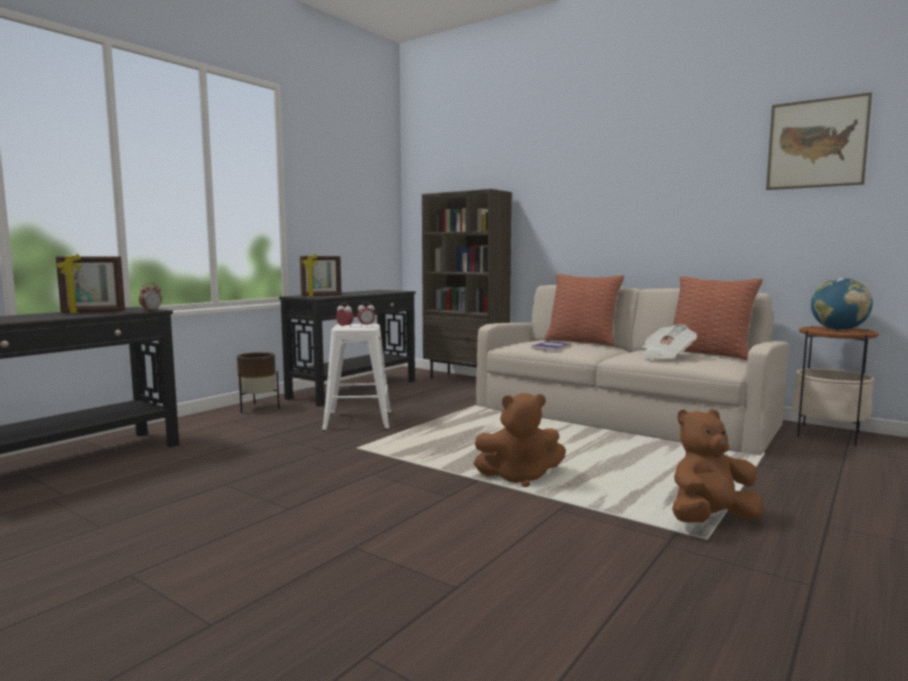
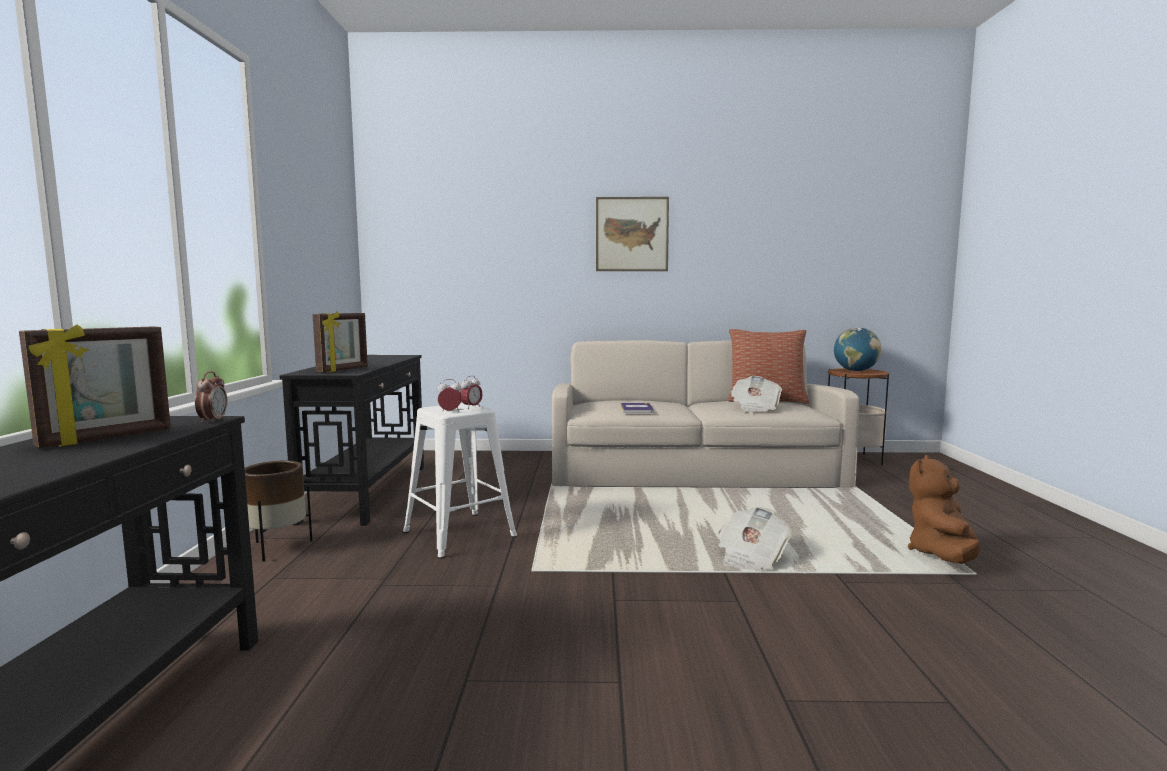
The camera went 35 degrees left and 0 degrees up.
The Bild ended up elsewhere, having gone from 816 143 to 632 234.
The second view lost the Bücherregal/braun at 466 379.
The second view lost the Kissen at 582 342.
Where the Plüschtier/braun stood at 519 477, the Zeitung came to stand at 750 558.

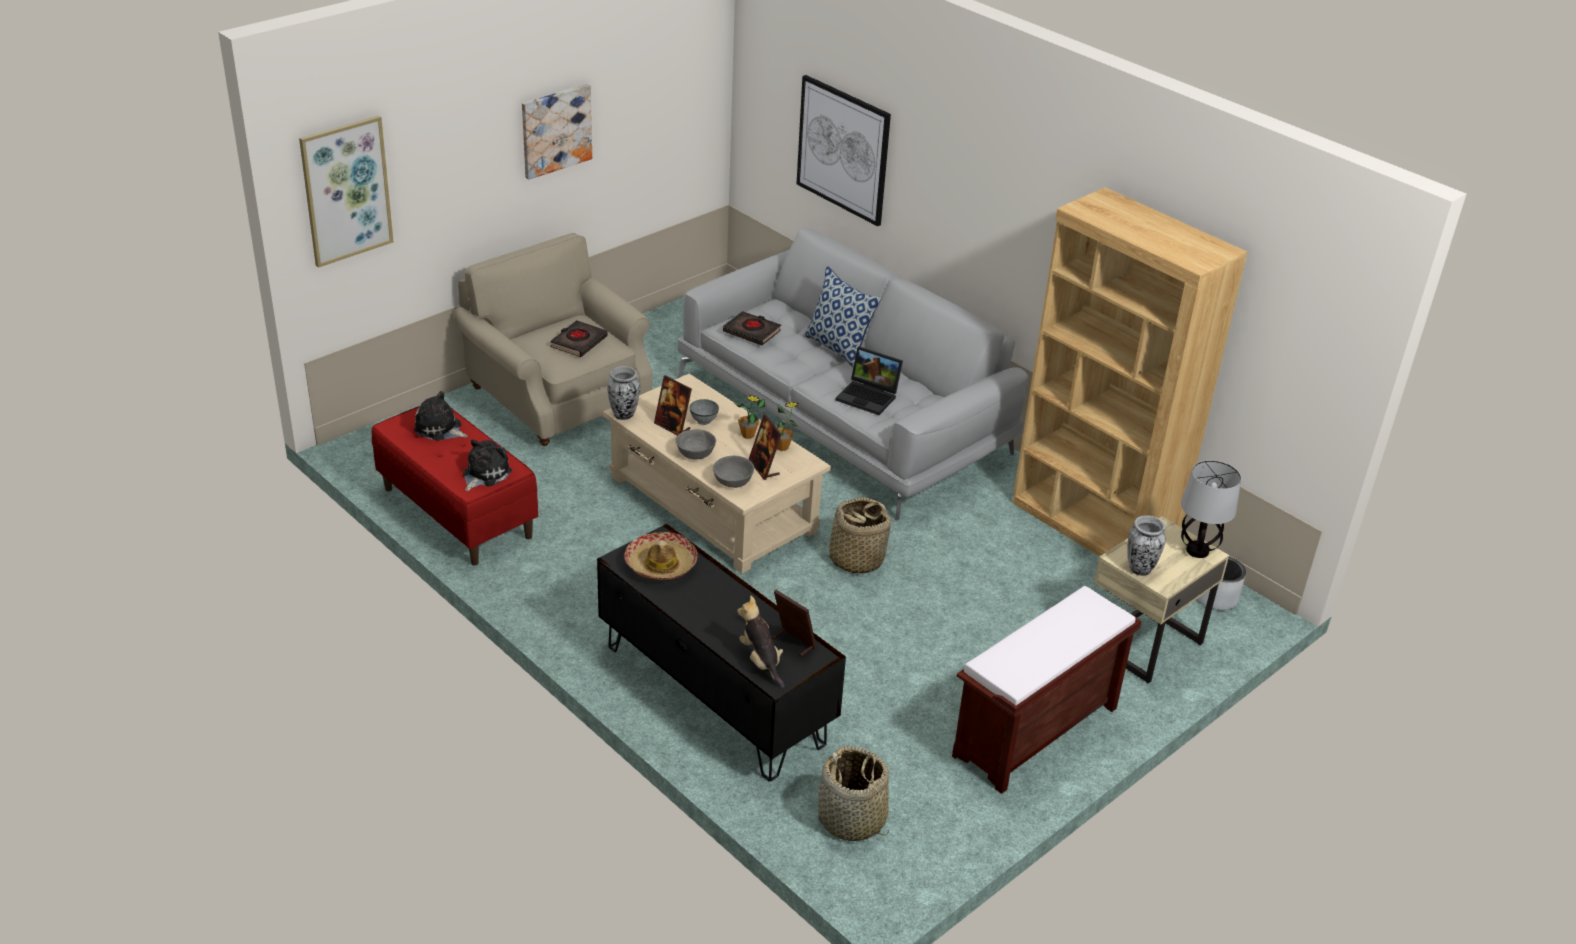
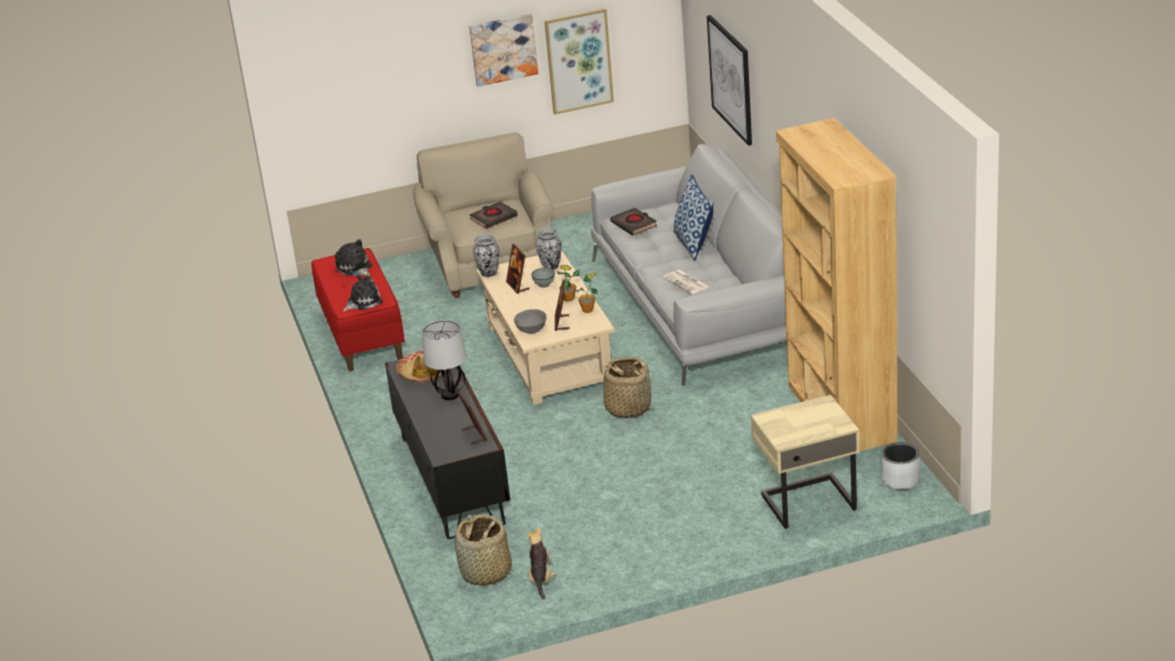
The camera went 30 degrees right and 5 degrees down.
The Bild ended up elsewhere, having gone from 346 190 to 578 60.
Where the Laptop stood at 869 396, the Zeitung came to stand at 687 282.
The second view lost the Schüssel/grau at 695 453.
The Tischlampe ended up elsewhere, having gone from 1197 551 to 450 395.
The Vase ended up elsewhere, having gone from 1140 569 to 551 267.
The second view lost the Bank/braun at 1035 733.
The Plüschtier ended up elsewhere, having gone from 761 661 to 541 579.

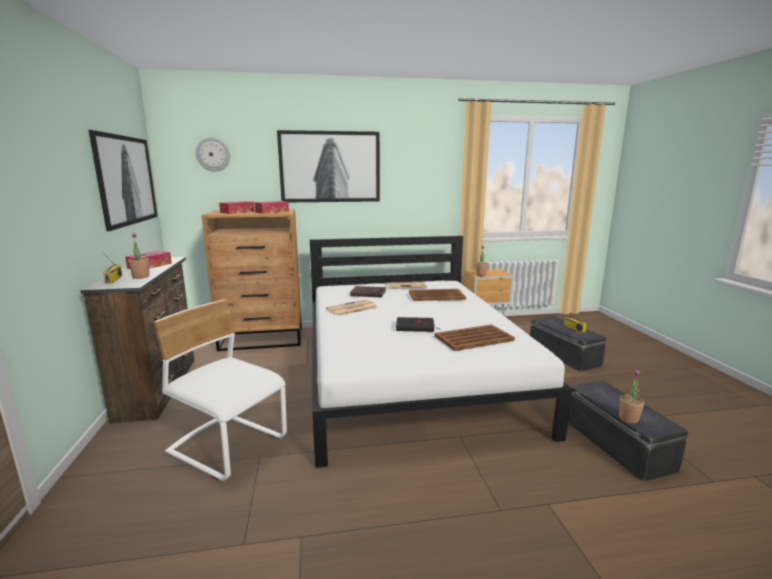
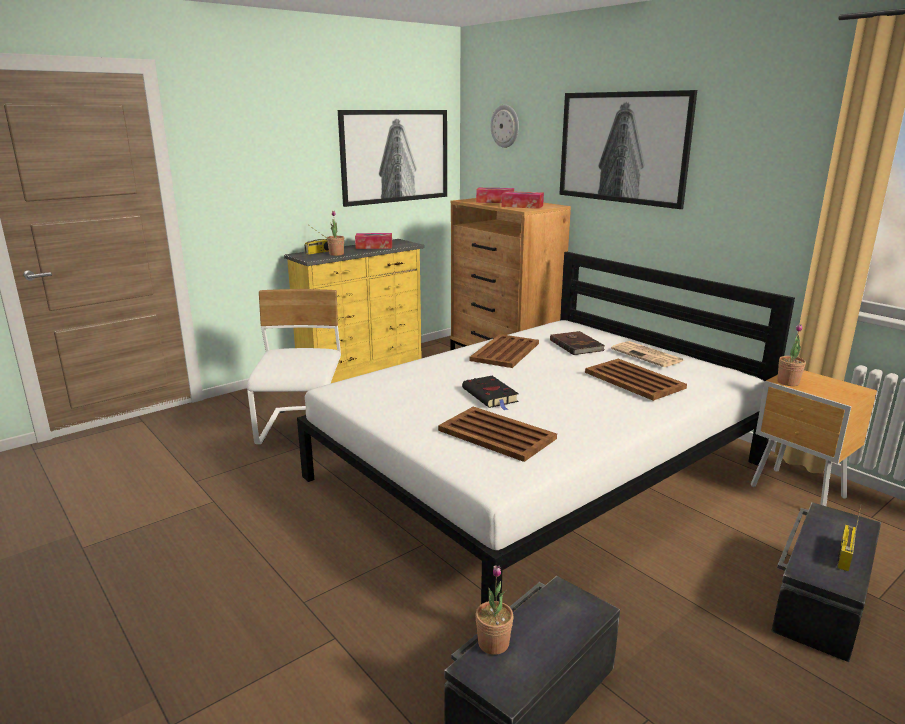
The camera went 60 degrees right and 5 degrees up.
What was the Kommode/braun at 160 387 turned into the Kommode/gelb at 363 368.
Where the Zeitung stood at 351 308, the Tablett/braun came to stand at 504 352.

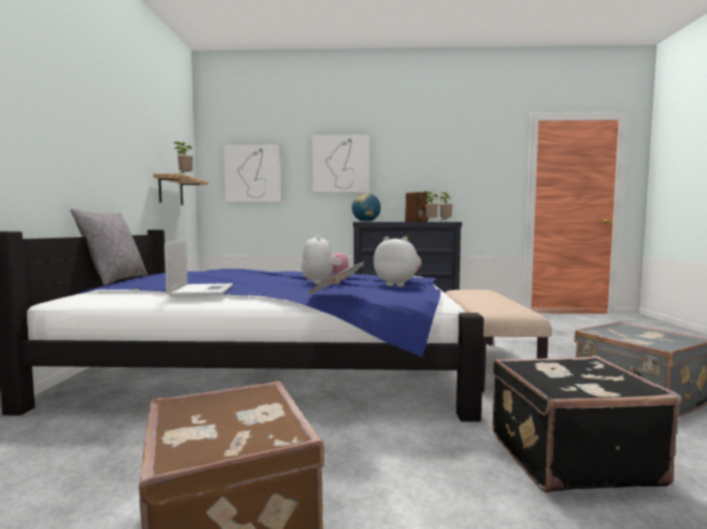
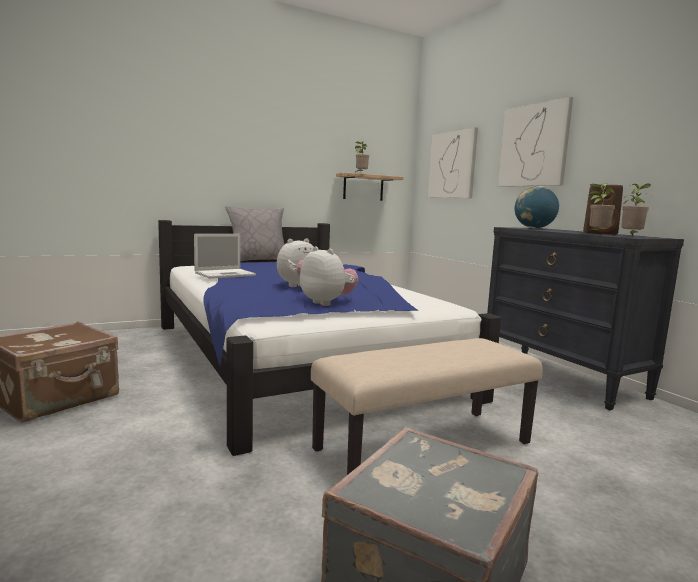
The camera went 60 degrees right and 5 degrees up.
The Plüschtier at 398 285 ended up facing another way, 45 degrees counterclockwise from before.
The second view lost the Zeitung at 334 296.
The second view lost the Koffer/schwarz at 568 456.

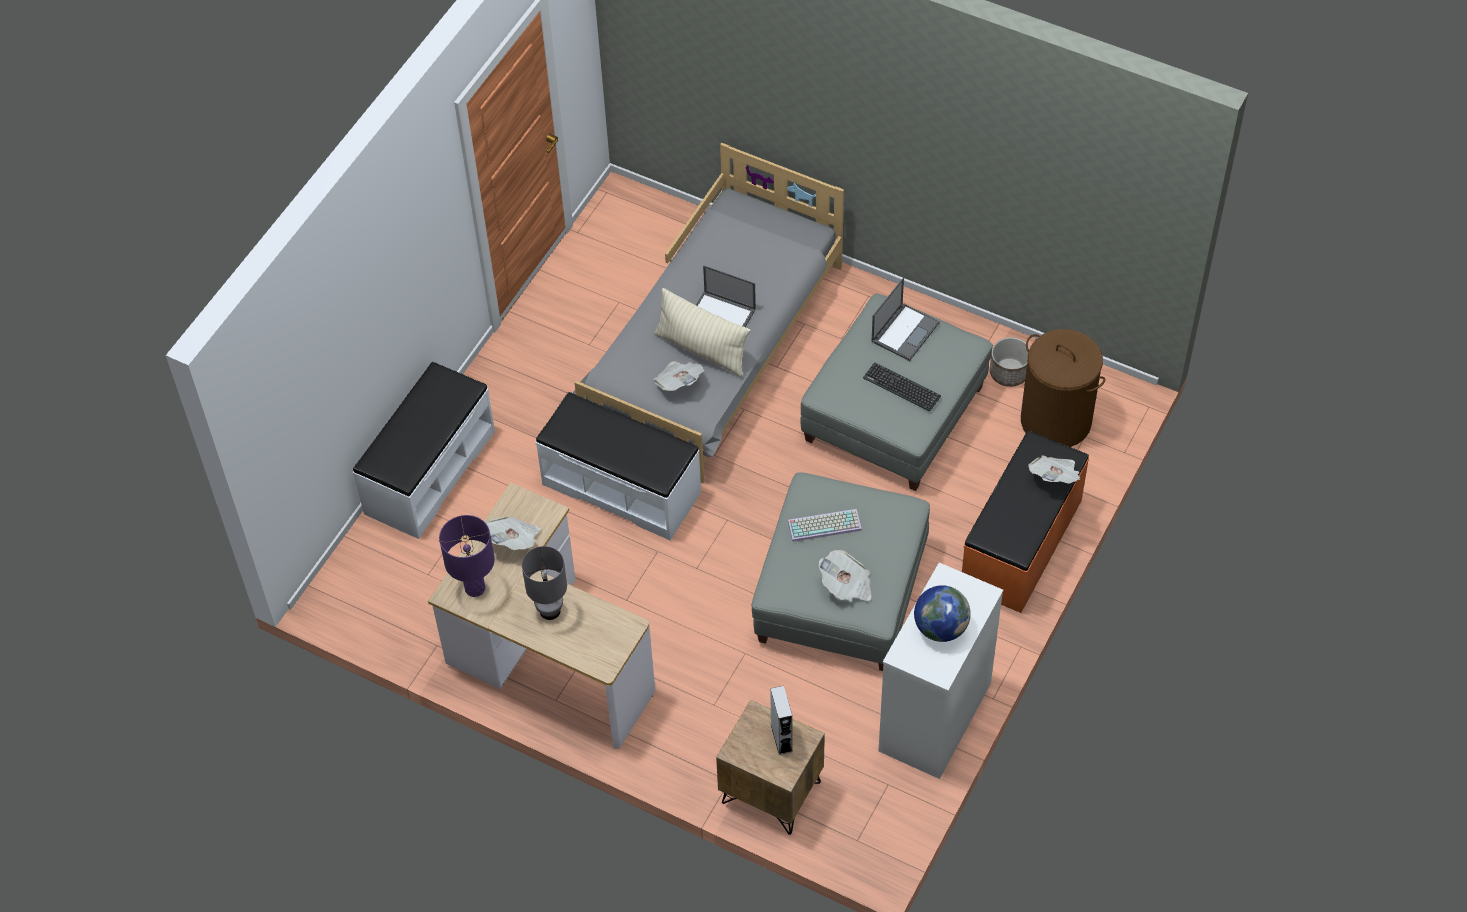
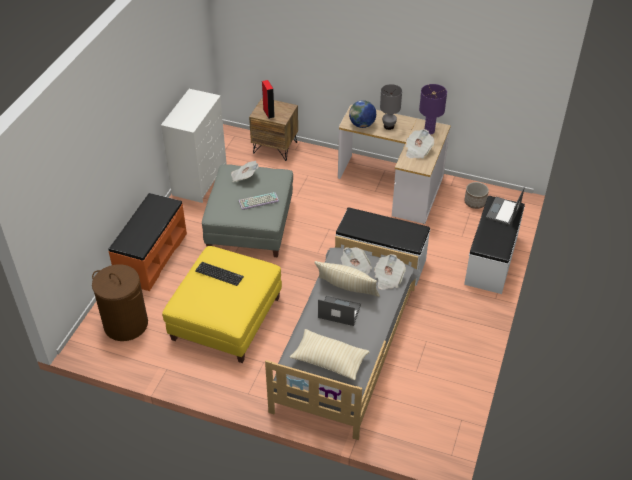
The camera went 170 degrees right and 10 degrees down.
The Laptop ended up elsewhere, having gone from 905 331 to 503 212.
What was the Polsterhocker/grau at 893 413 turned into the Polsterhocker/gelb at 226 318.
The Pflanzkübel ended up elsewhere, having gone from 1009 372 to 475 202.
The Zeitung ended up elsewhere, having gone from 1055 477 to 388 278.
The Globus ended up elsewhere, having gone from 940 627 to 362 125.
What was the Lautsprecher/grau at 781 738 turned into the Lautsprecher/rot at 268 113.
The second view gained the Kissen/beige at 329 360.

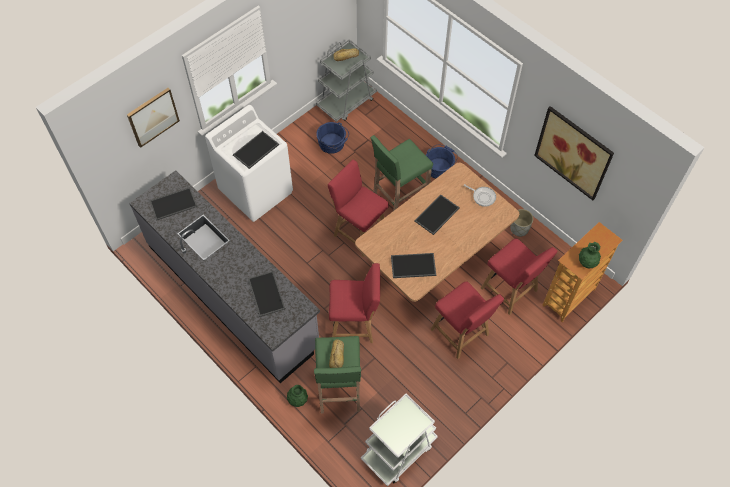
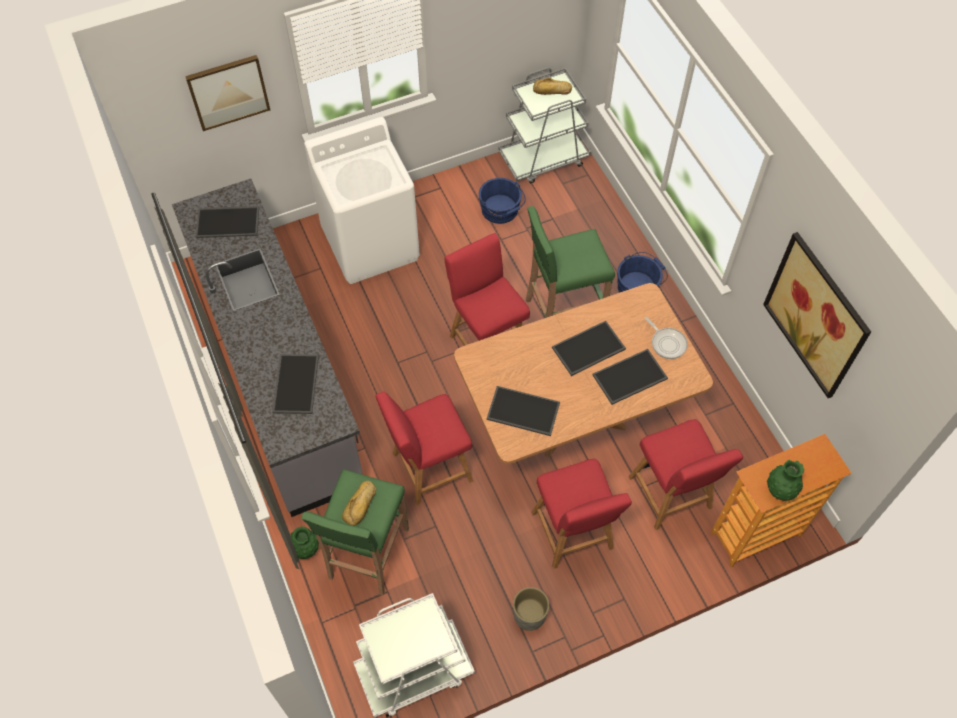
The camera went 20 degrees right and 0 degrees up.
The Tablett ended up elsewhere, having gone from 256 150 to 629 378.
The Pflanzkübel/grau ended up elsewhere, having gone from 519 229 to 530 615.
The Stuhl/rot at 355 324 ended up facing another way, 135 degrees clockwise from before.

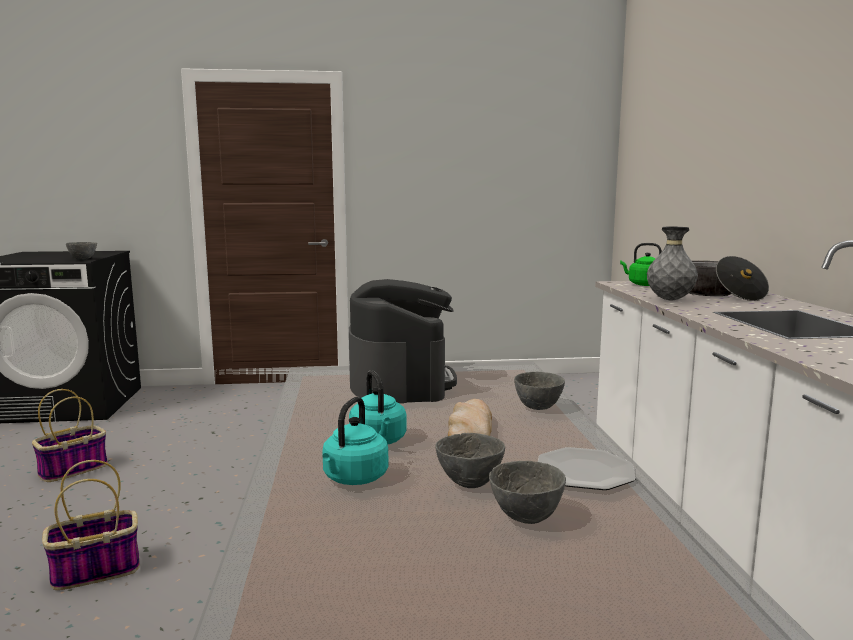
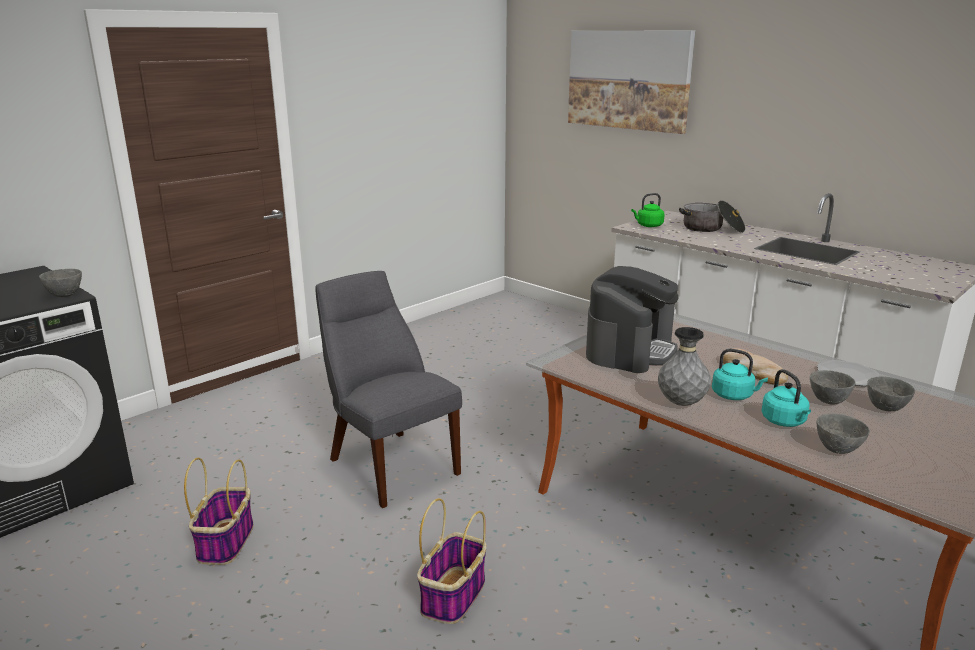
The camera went 40 degrees left and 10 degrees up.
The Vase/grau ended up elsewhere, having gone from 669 300 to 681 403.
The Kaffeemaschine at 400 382 ended up facing another way, 75 degrees clockwise from before.
The Schüssel/grau ended up elsewhere, having gone from 539 408 to 838 449.
The second view gained the Bild at 628 80.
The second view gained the Stuhl/grau at 390 464.

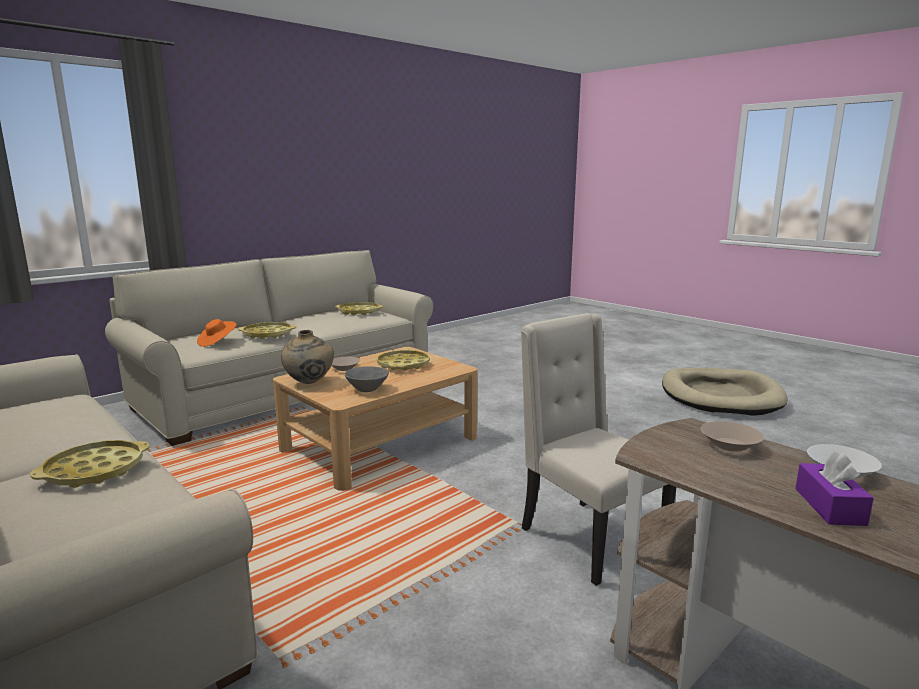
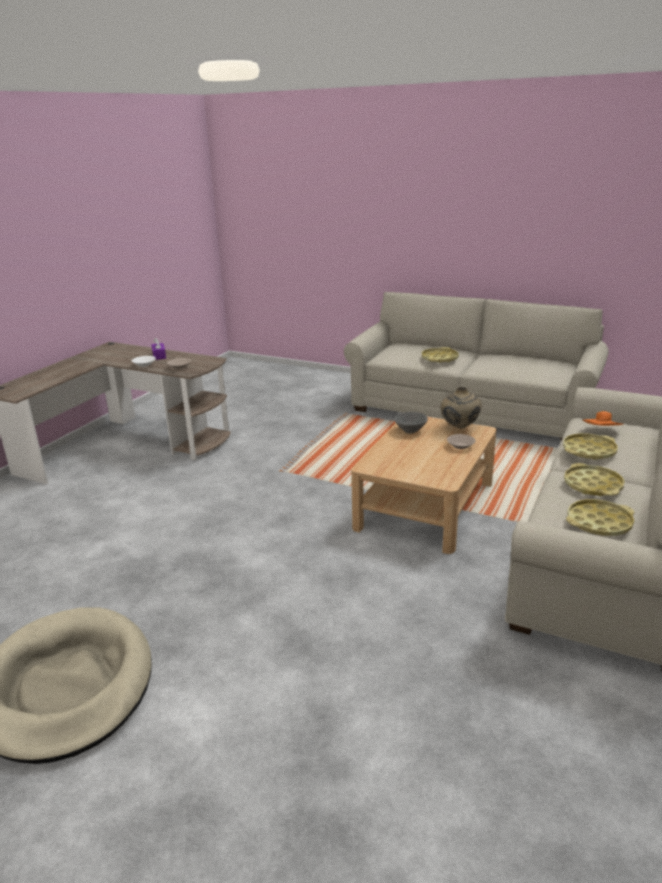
The camera went 160 degrees right and 10 degrees up.
The second view lost the Stuhl/beige at 588 538.
The Tablett/gelb ended up elsewhere, having gone from 403 365 to 593 485.

